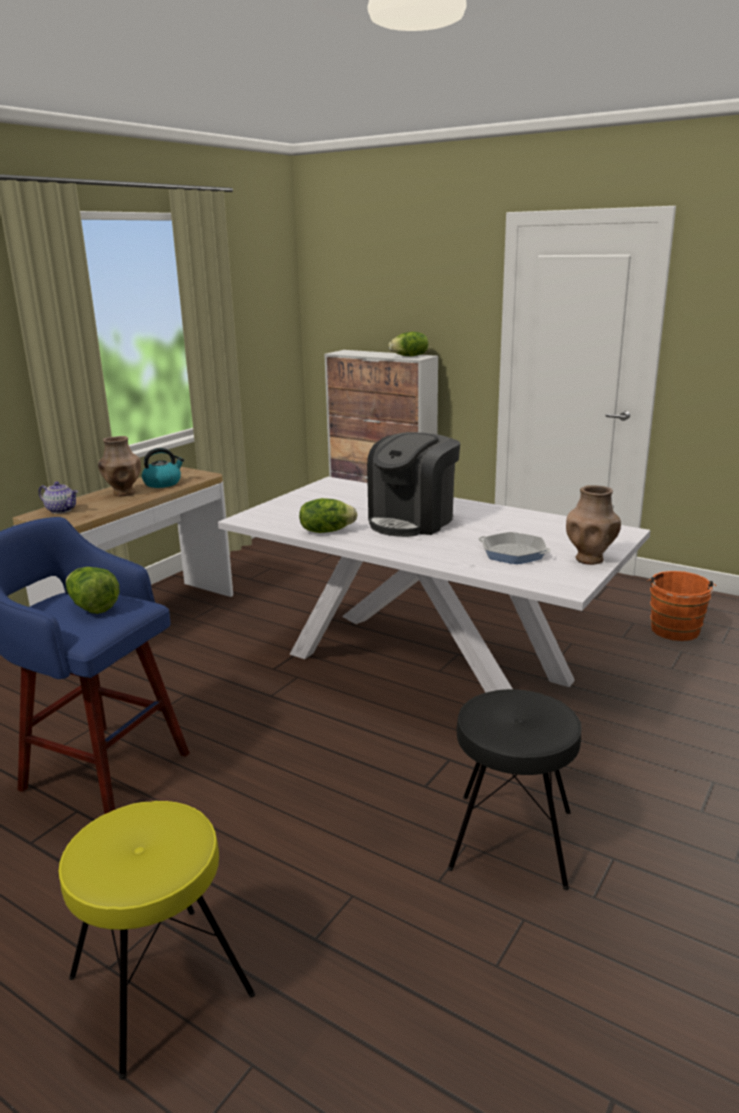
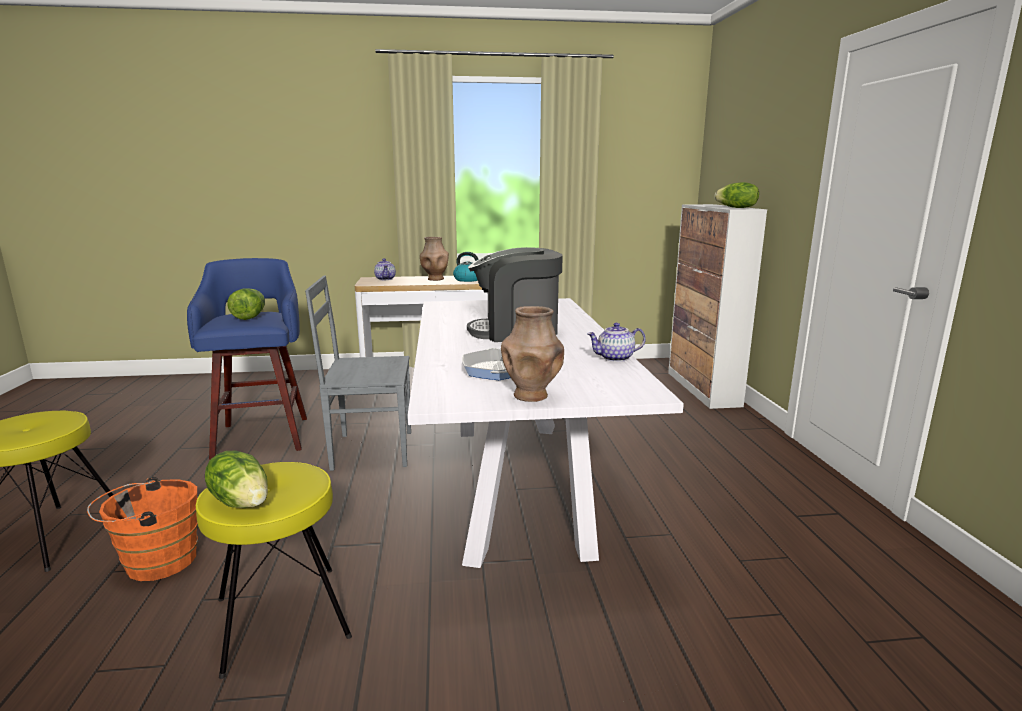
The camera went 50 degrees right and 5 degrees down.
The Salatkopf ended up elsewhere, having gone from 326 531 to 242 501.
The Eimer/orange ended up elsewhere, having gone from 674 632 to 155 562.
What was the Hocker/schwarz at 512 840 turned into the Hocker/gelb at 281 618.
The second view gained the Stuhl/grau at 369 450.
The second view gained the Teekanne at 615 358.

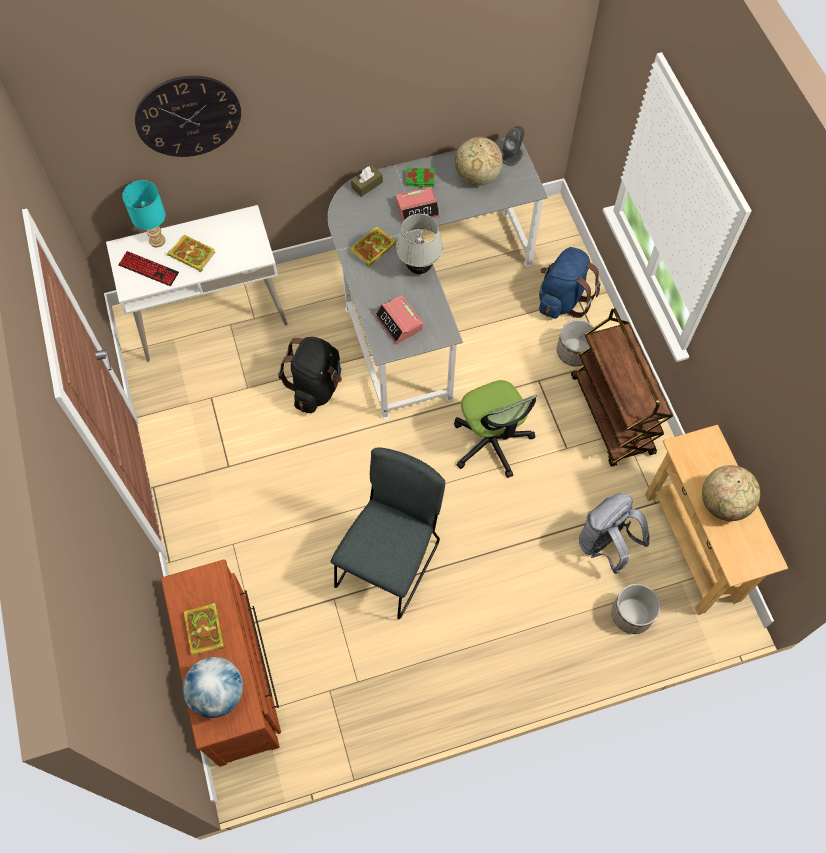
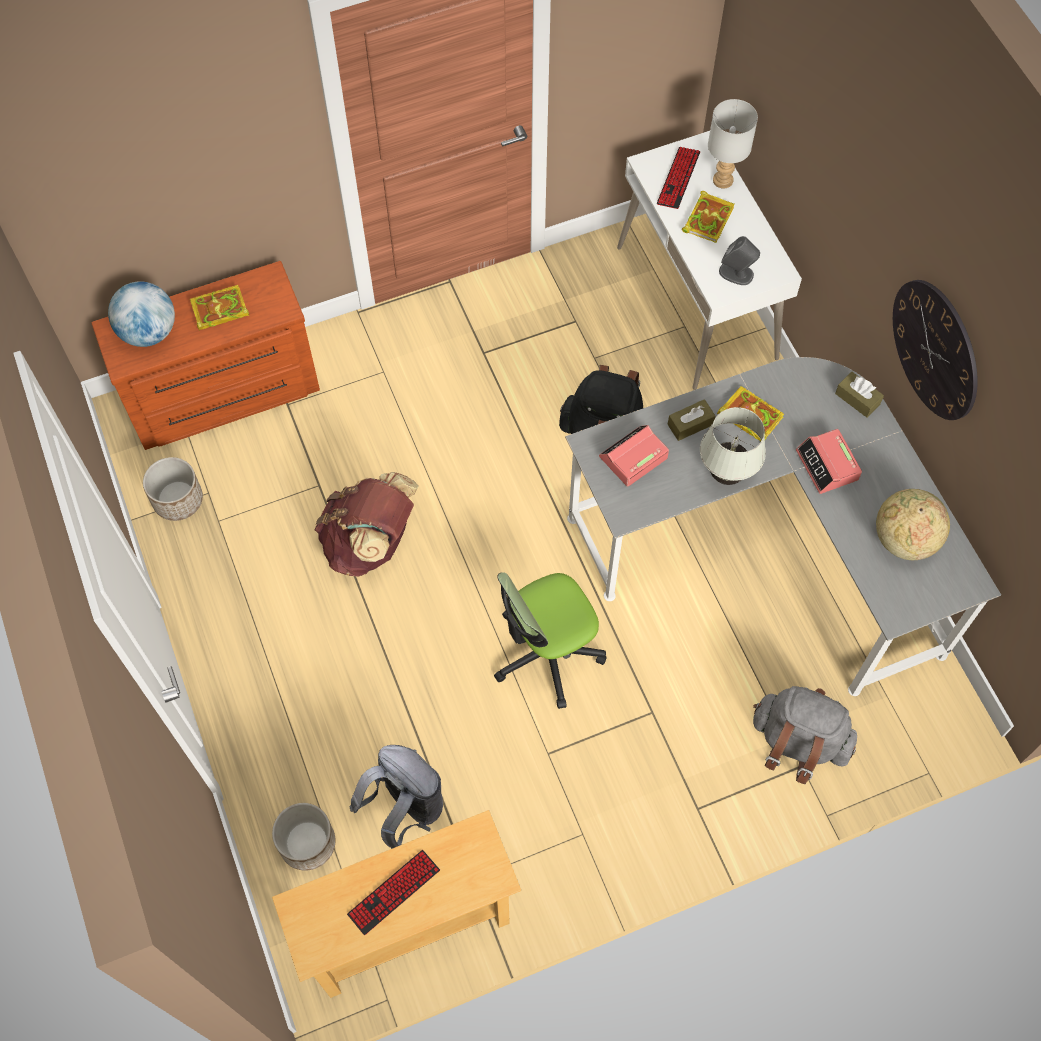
The camera went 85 degrees right and 0 degrees up.
The Wanduhr ended up elsewhere, having gone from 188 116 to 935 349.
The Lautsprecher/grau ended up elsewhere, having gone from 512 156 to 736 273.
The second view lost the Buch/grün at 420 179.
What was the Tischlampe/türkis at 157 241 turned into the Tischlampe/grau at 722 181.
What was the Rucksack/blau at 562 299 turned into the Rucksack/grau at 797 742.
The second view lost the Rollwagen/braun at 612 416.
The Pflanzkübel ended up elsewhere, having gone from 574 352 to 178 499.
Where the Stuhl/grau stood at 391 560, the Rucksack/braun came to stand at 371 543.
Where the Globus stood at 723 503, the Tastatur came to stand at 394 892.
The second view gained the Taschentuchbox/braun at 690 424.

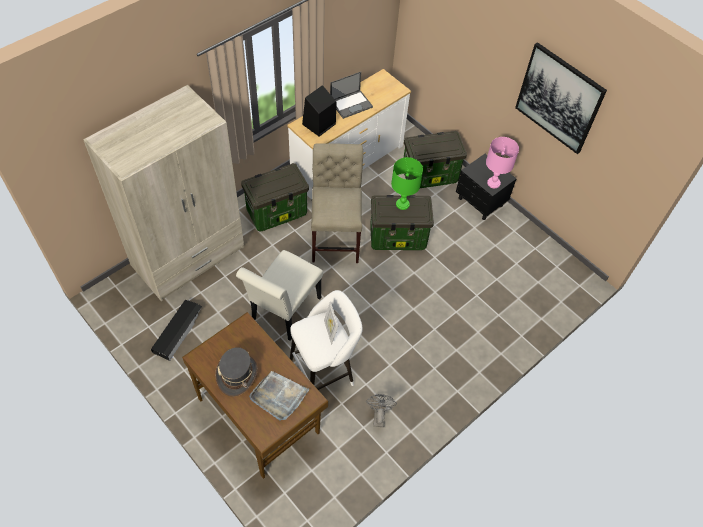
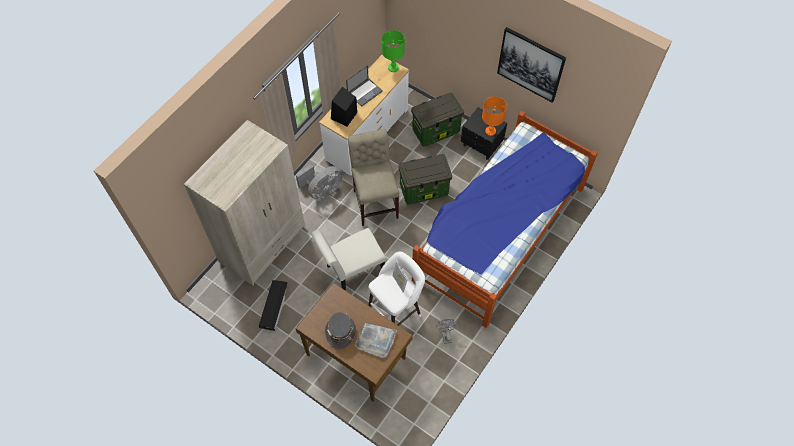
The camera went 10 degrees left and 5 degrees up.
What was the Tischlampe/rosa at 493 183 turned into the Tischlampe/orange at 490 131.
The Tischlampe/grün ended up elsewhere, having gone from 402 204 to 393 68.
Where the Aufbewahrungsbox stood at 277 212, the Ventilator/grau came to stand at 322 190.
The Stuhl/weiß at 283 312 ended up facing another way, 45 degrees clockwise from before.
The second view gained the Bett at 499 232.

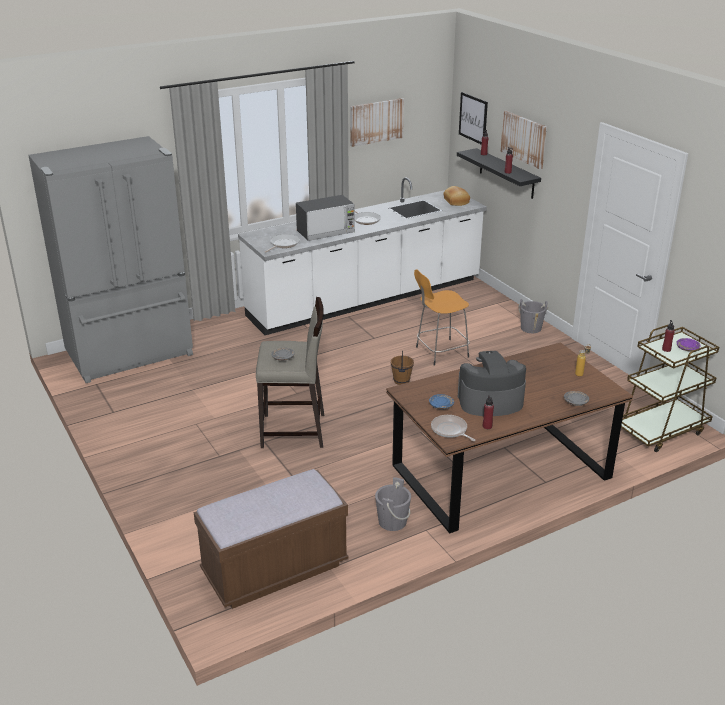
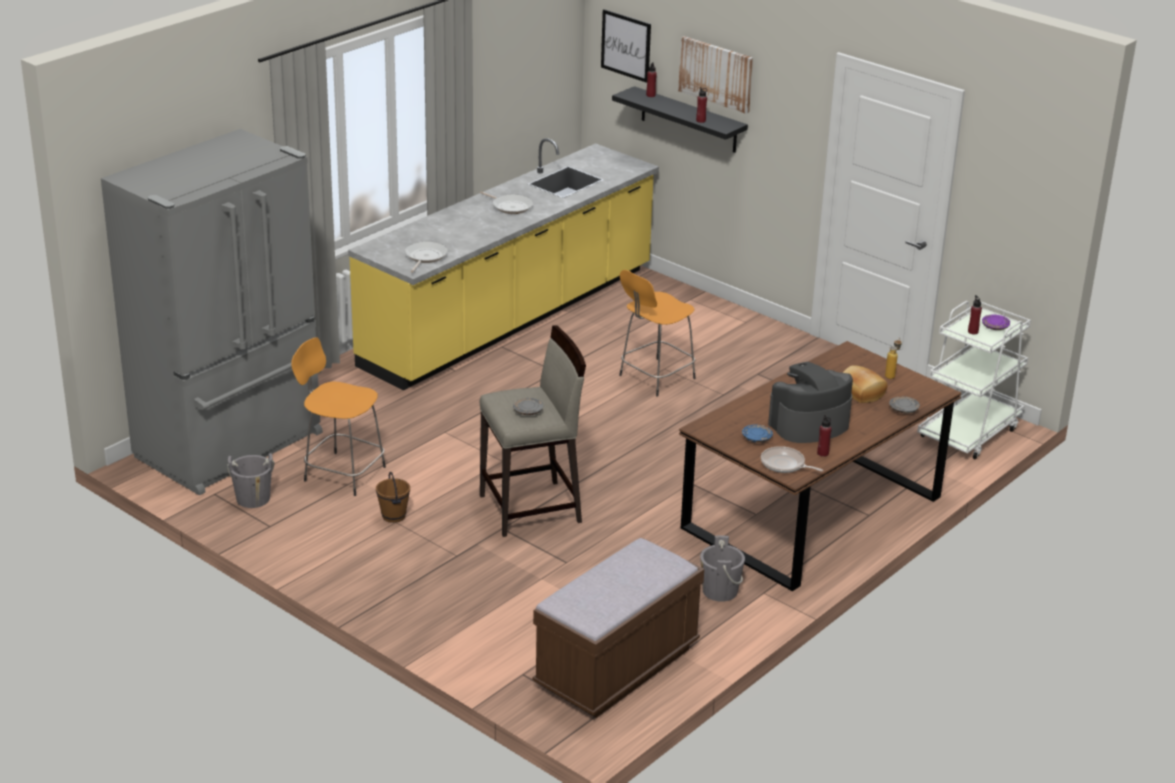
The camera went 20 degrees left and 0 degrees up.
The second view lost the Bild at 376 121.
What was the Küchenzeile/weiß at 366 299 turned into the Küchenzeile/gelb at 510 318.
The Brot ended up elsewhere, having gone from 455 201 to 860 393.
The second view lost the Mikrowelle at 326 232.
The Eimer/grau ended up elsewhere, having gone from 531 328 to 253 499.
What was the Rollwagen/braun at 661 430 turned into the Rollwagen/weiß at 969 432.
The Eimer/braun ended up elsewhere, having gone from 401 381 to 393 516.
The second view gained the Hocker/orange at 342 473.

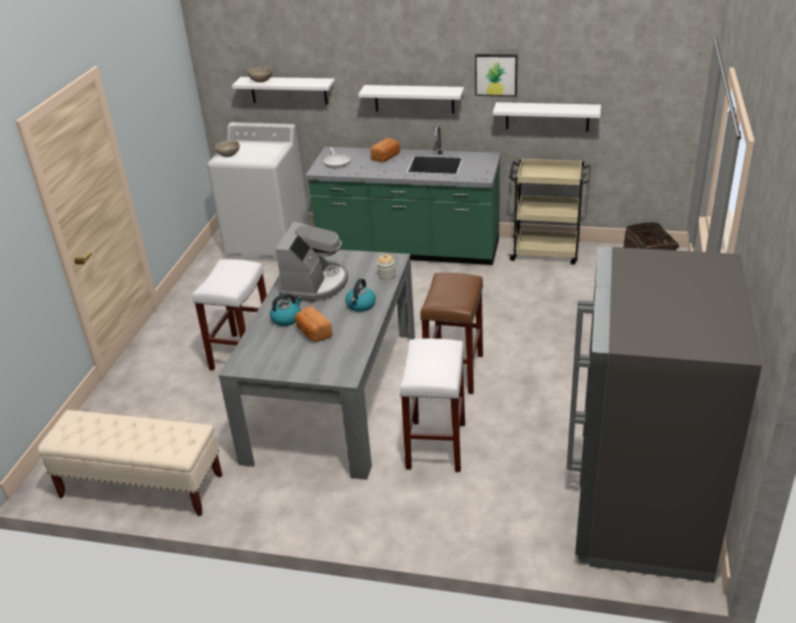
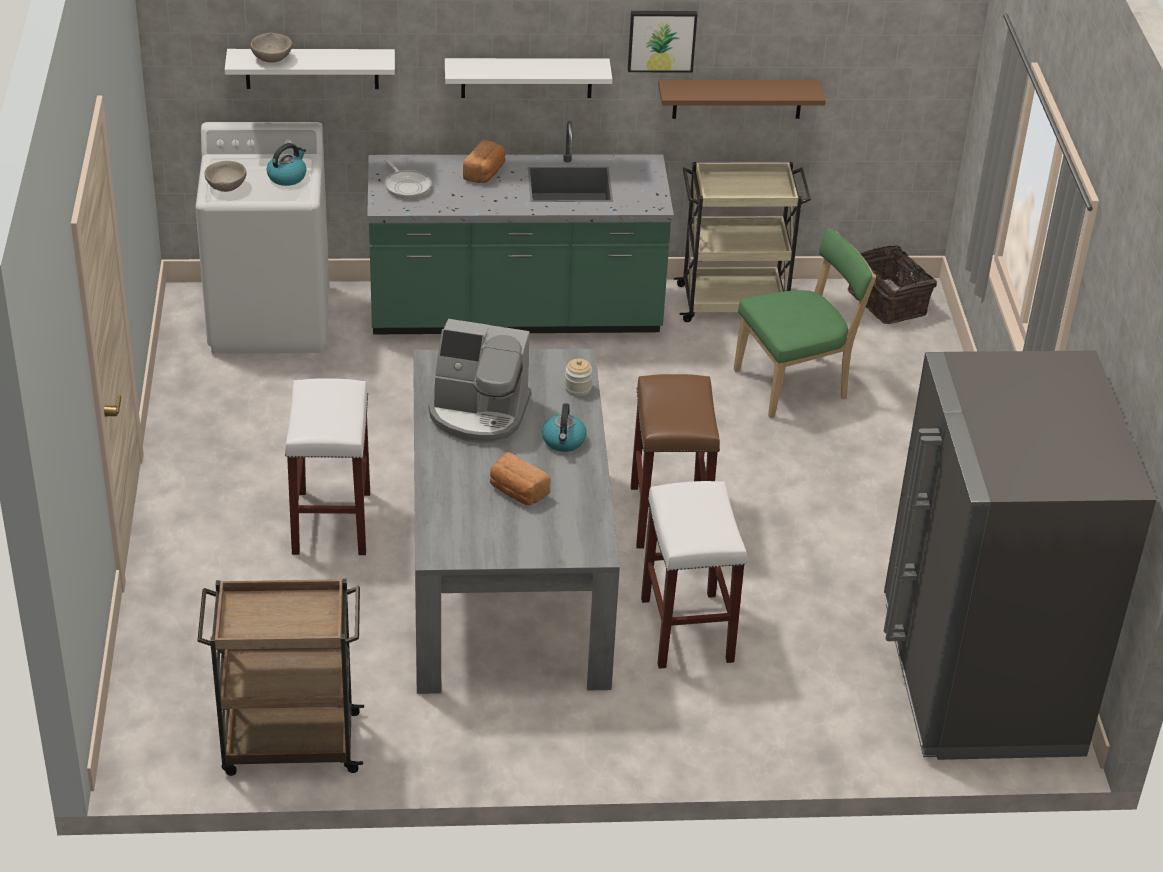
The camera went 20 degrees left and 5 degrees up.
What was the Wandregal/weiß at 547 116 turned into the Wandregal/braun at 737 99.
The Kaffeemaschine at 315 284 ended up facing another way, 105 degrees clockwise from before.
The Wasserkessel ended up elsewhere, having gone from 286 318 to 287 177.
Where the Bank/beige stood at 141 486, the Rollwagen/braun came to stand at 288 744.
The second view gained the Stuhl/grün at 795 384.

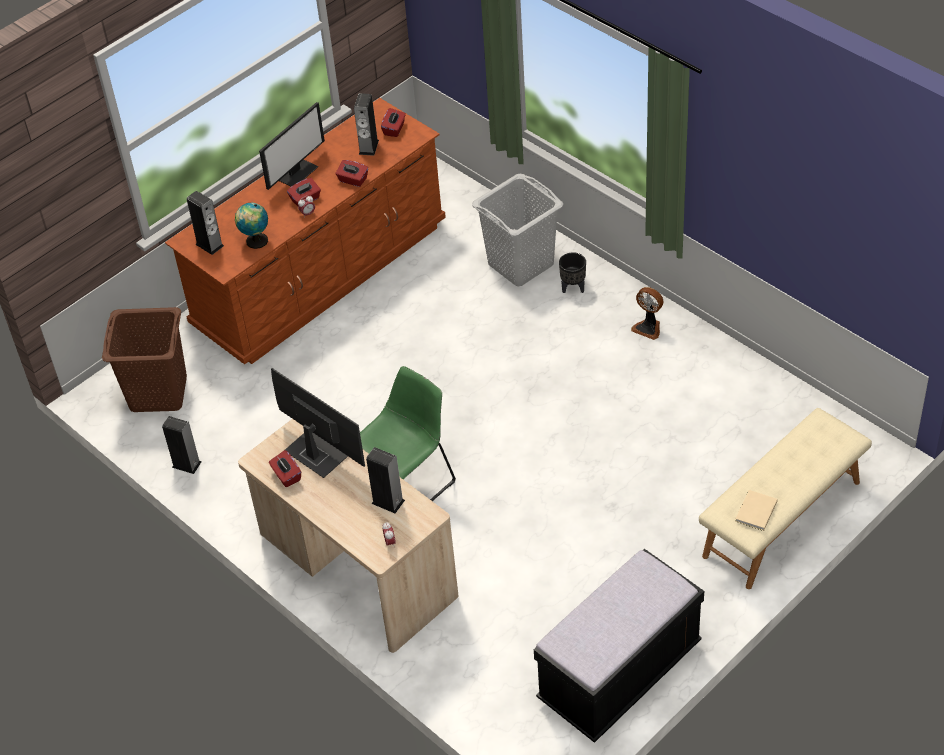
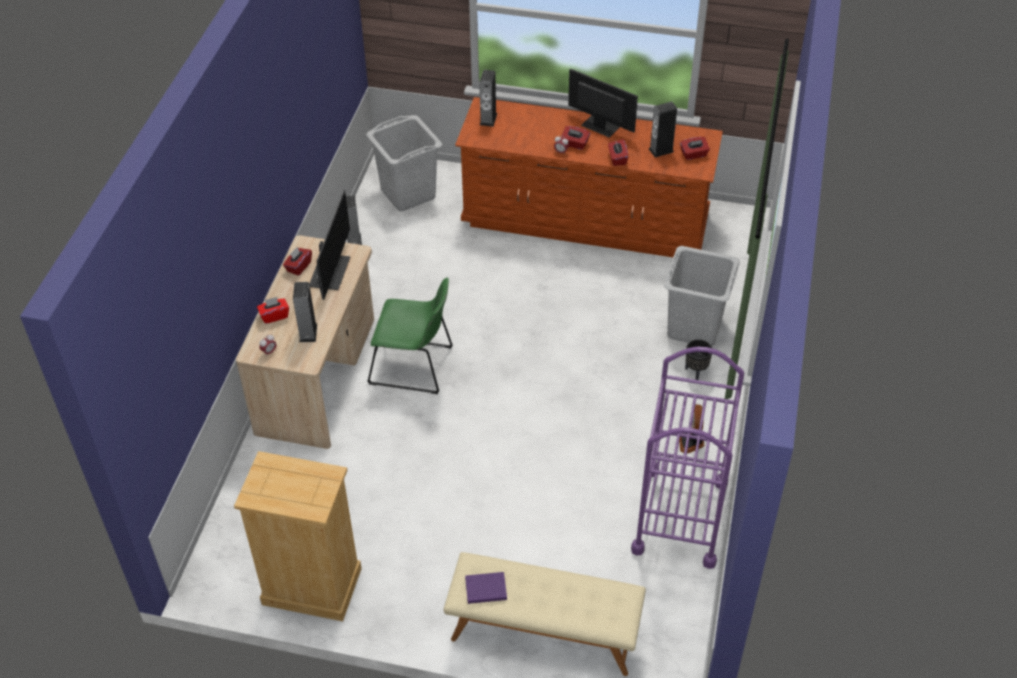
The camera went 55 degrees right and 0 degrees up.
The Monitor at 297 172 ended up facing another way, 150 degrees counterclockwise from before.
The second view lost the Globus at 255 241.
What was the Wäschekorb/braun at 159 393 turned into the Wäschekorb/grau at 408 194.
What was the Buch/beige at 755 512 turned into the Buch/lila at 484 588.
Where the Bank/schwarz stood at 619 674, the Kommode/beige came to stand at 311 586.
The second view gained the Taschentuchbox/rot at 274 316.
The second view gained the Rollwagen/lila at 680 516.

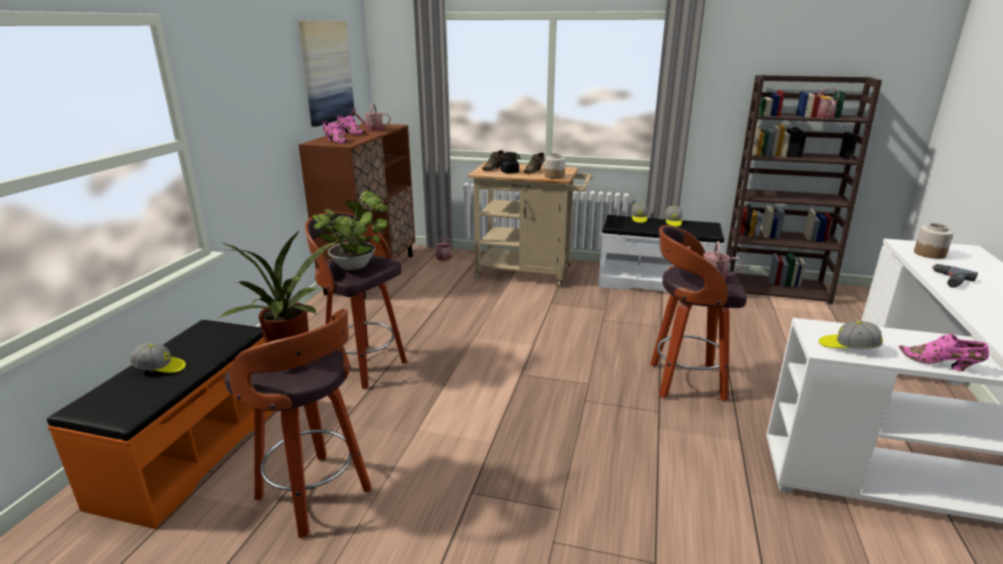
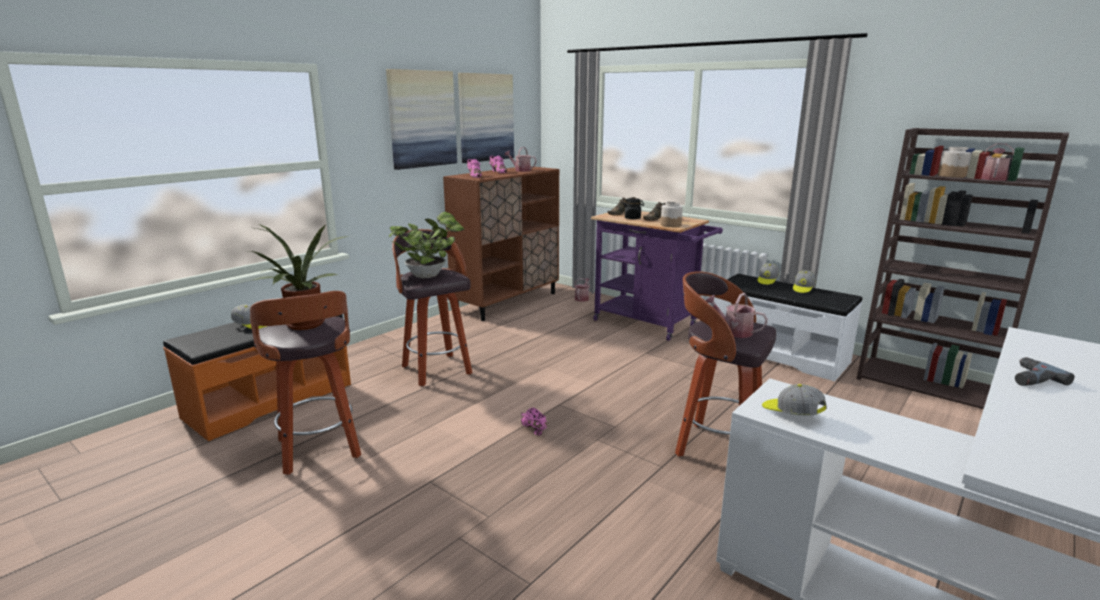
The camera went 25 degrees right and 5 degrees down.
What was the Rollwagen/beige at 529 273 turned into the Rollwagen/lila at 650 324.
The Vorratsglas ended up elsewhere, having gone from 929 254 to 952 176.
The Schuh/rosa ended up elsewhere, having gone from 941 365 to 533 429.
The second view gained the Bild at 422 119.

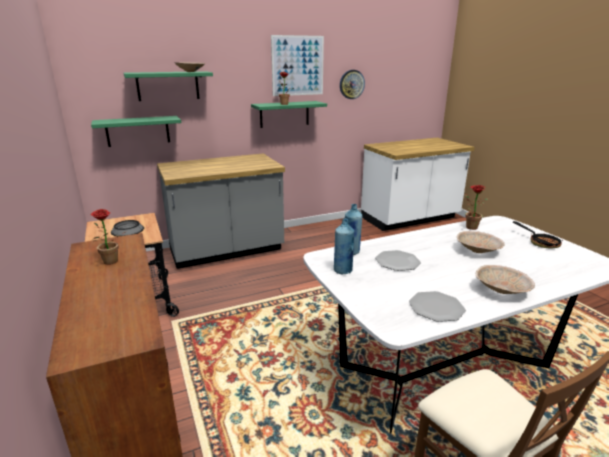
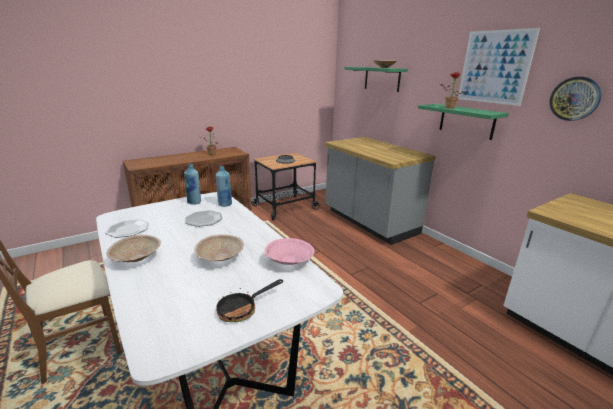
The camera went 80 degrees right and 0 degrees up.
The second view lost the Wandregal/grün at 138 131.
Where the Topfpflanze stood at 469 227, the Schüssel/rosa came to stand at 290 261.

